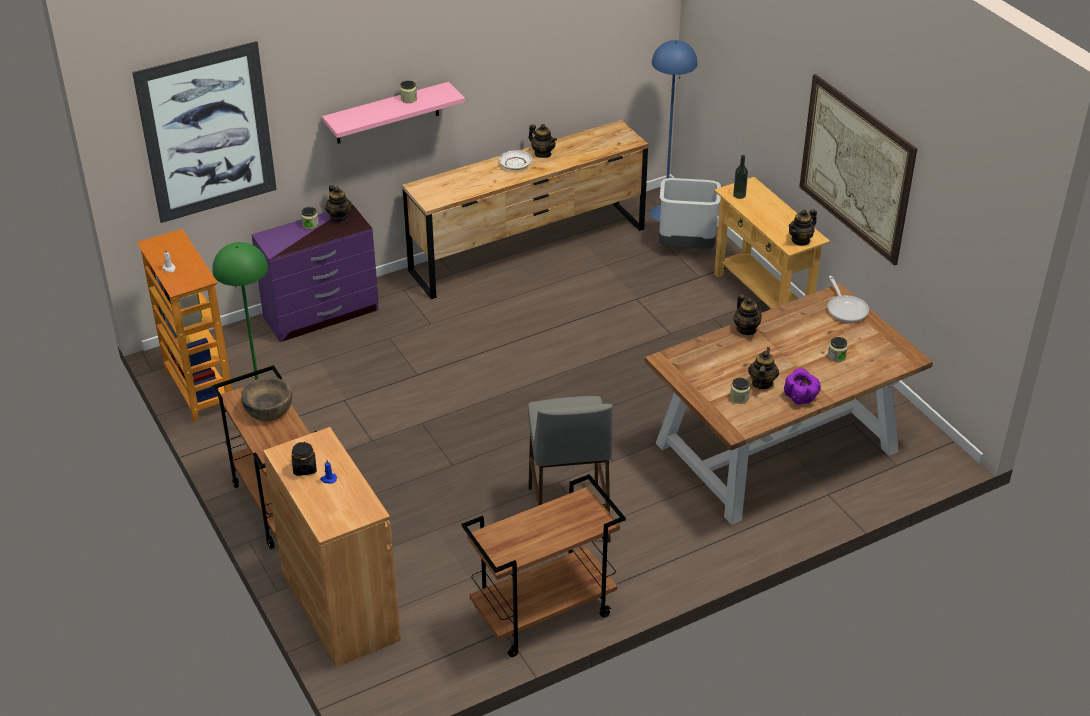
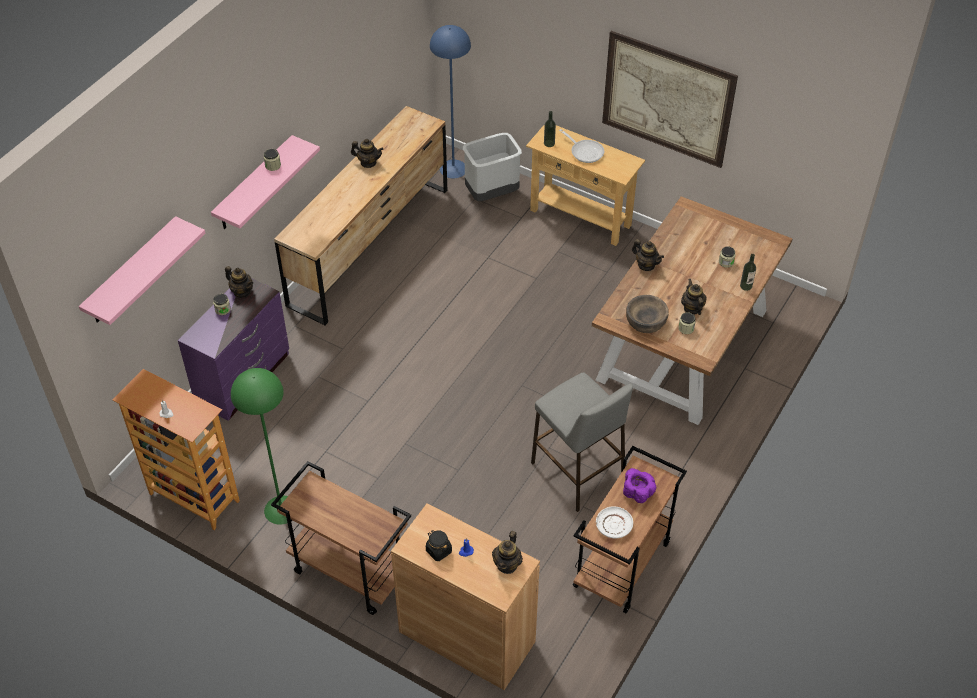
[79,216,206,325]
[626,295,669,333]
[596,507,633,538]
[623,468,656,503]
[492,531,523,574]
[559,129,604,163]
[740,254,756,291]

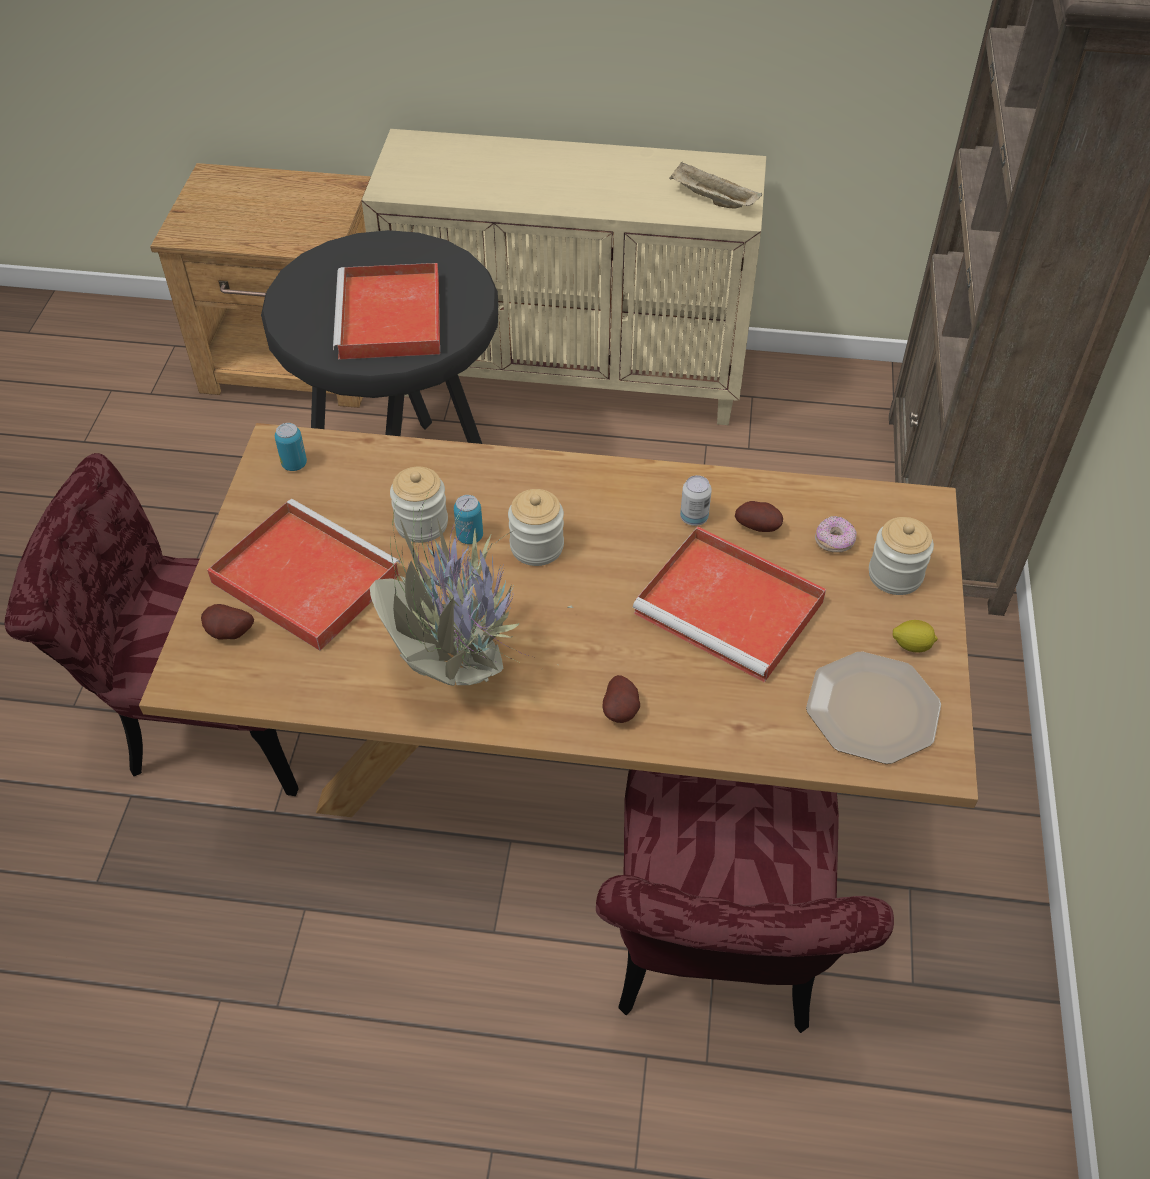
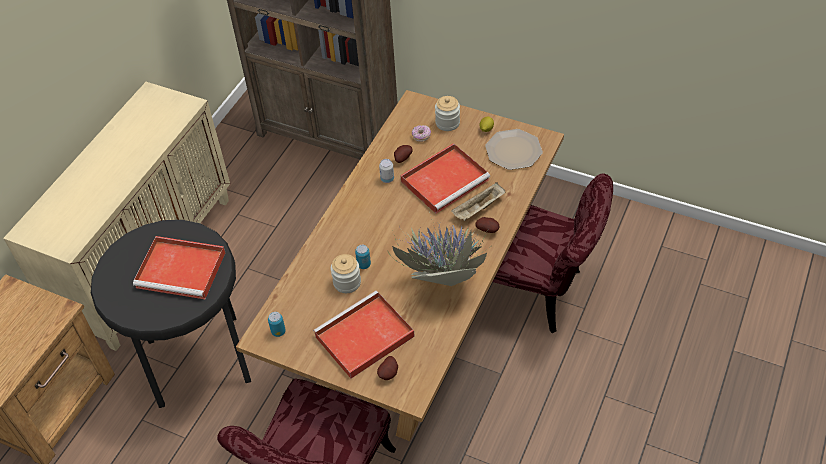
[508,489,564,566] (first image)
[451,183,505,221]

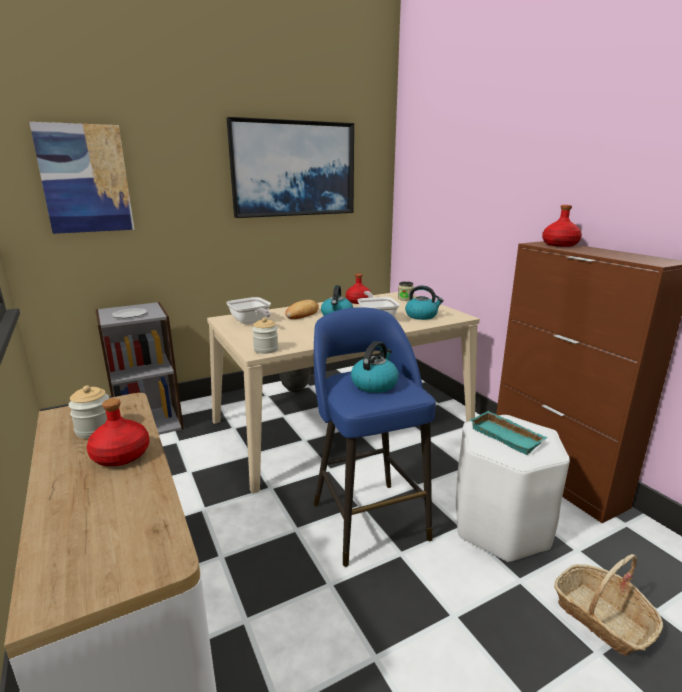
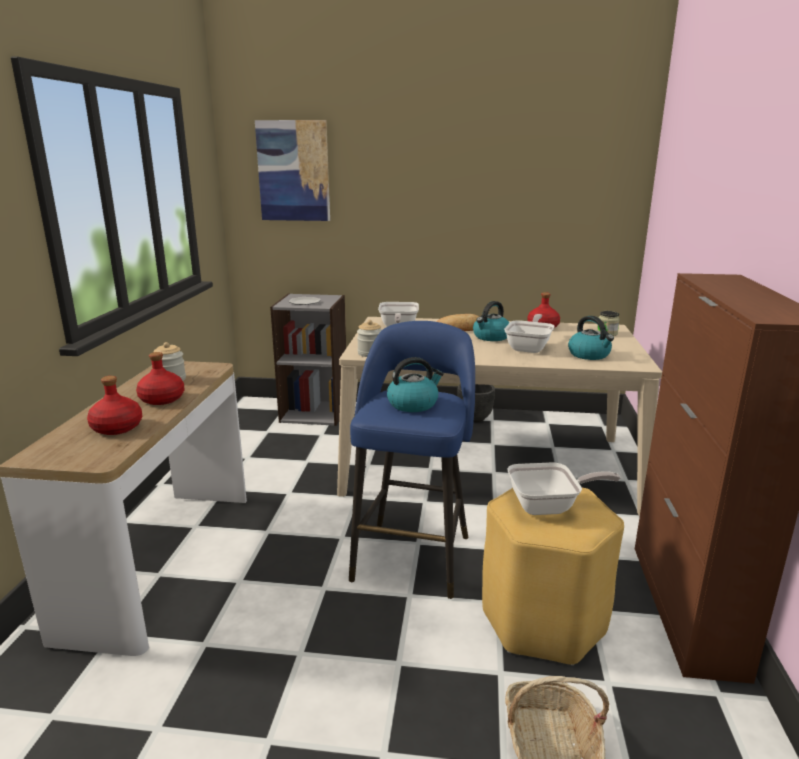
[227,117,354,218] (first image)
[482,488,624,666]
[507,462,621,515]
[87,376,142,435]

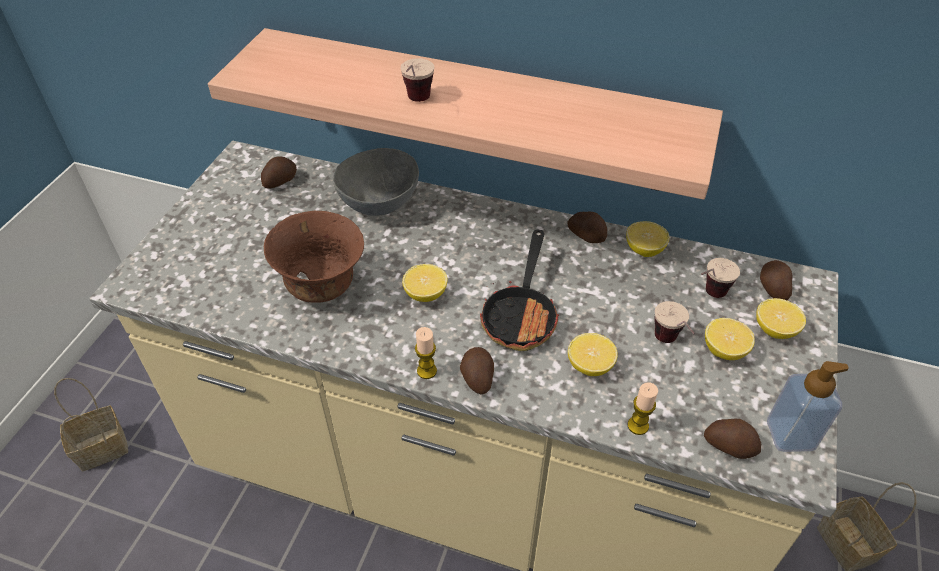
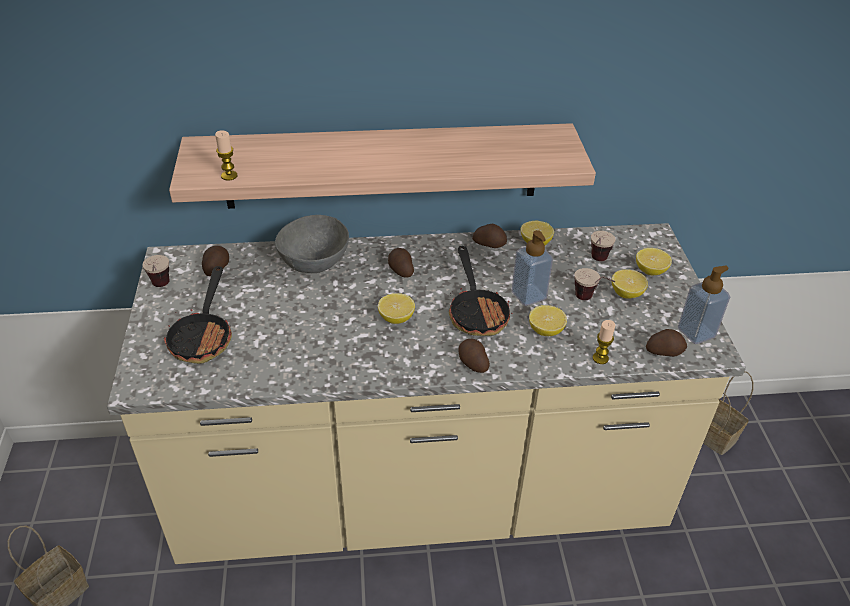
[264,211,364,303] (first image)
[142,255,169,287]
[215,130,237,181]
[388,248,414,278]
[164,266,232,364]
[512,230,553,306]

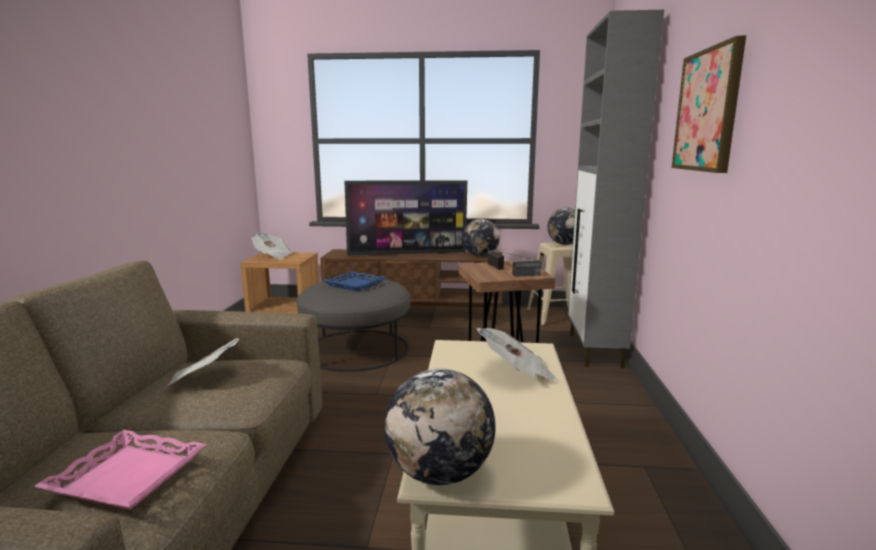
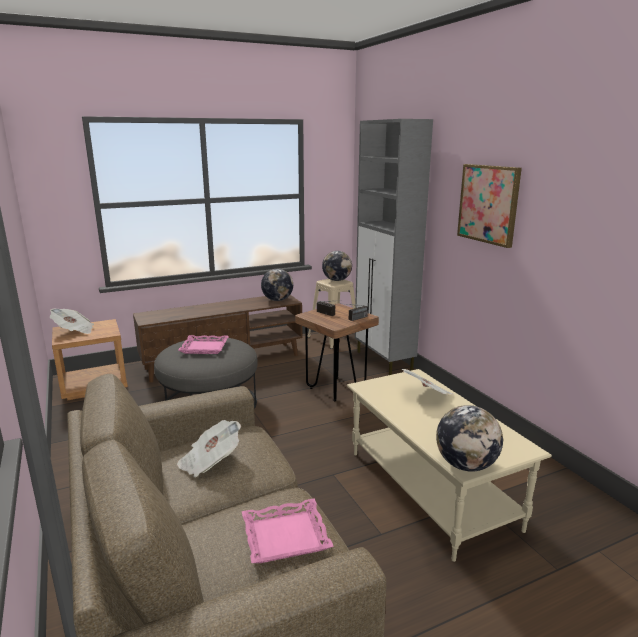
[178,335,229,354]
[344,180,467,256] (first image)

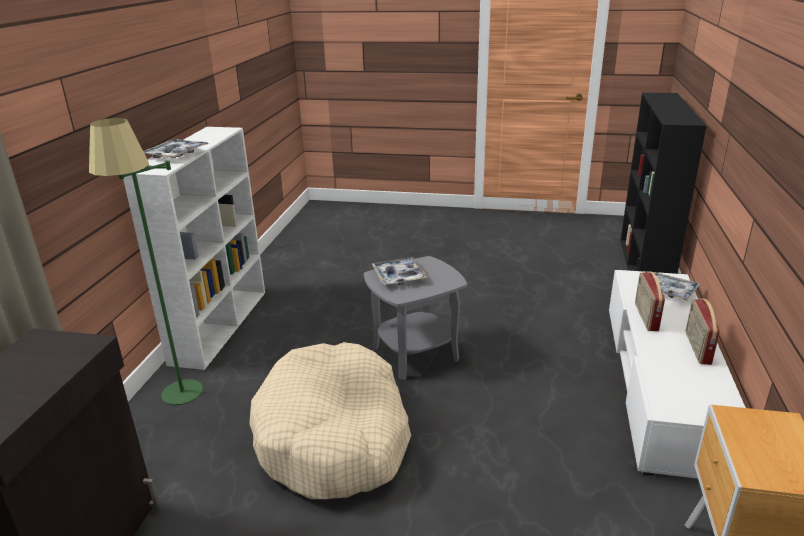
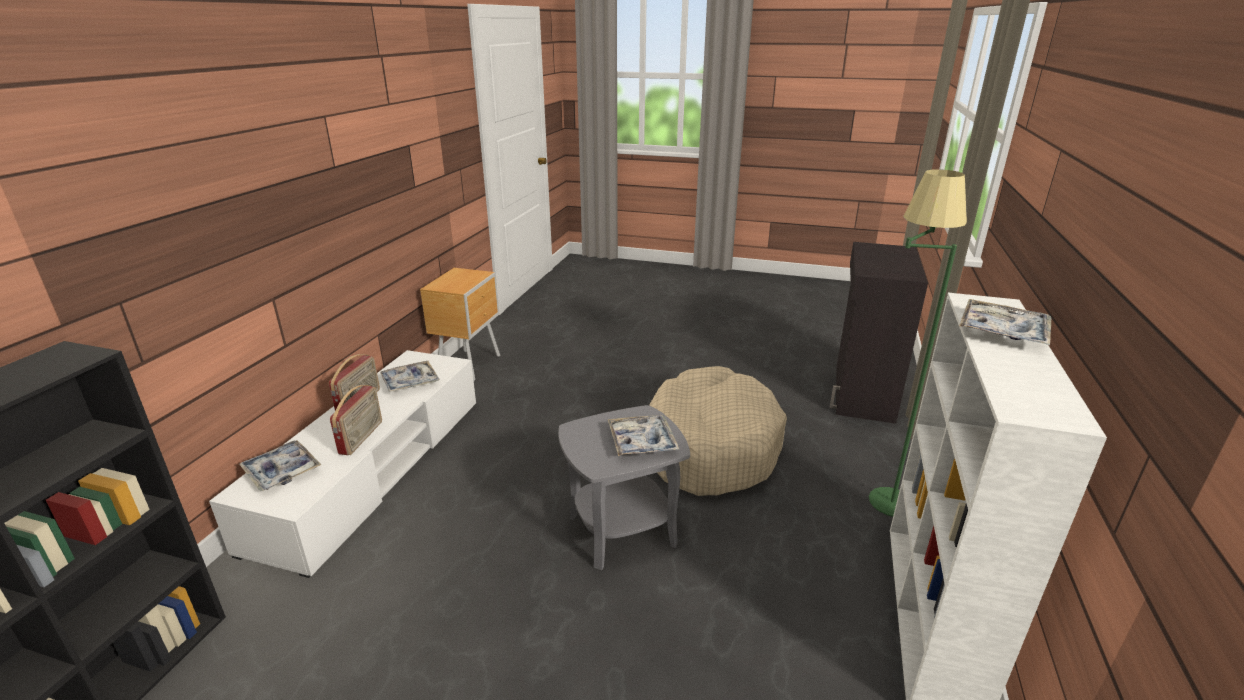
[380,361,440,392]

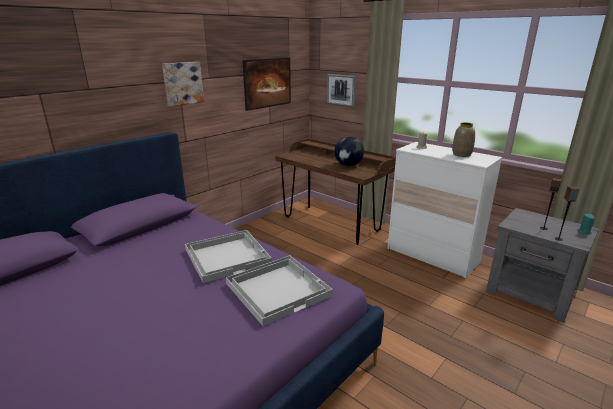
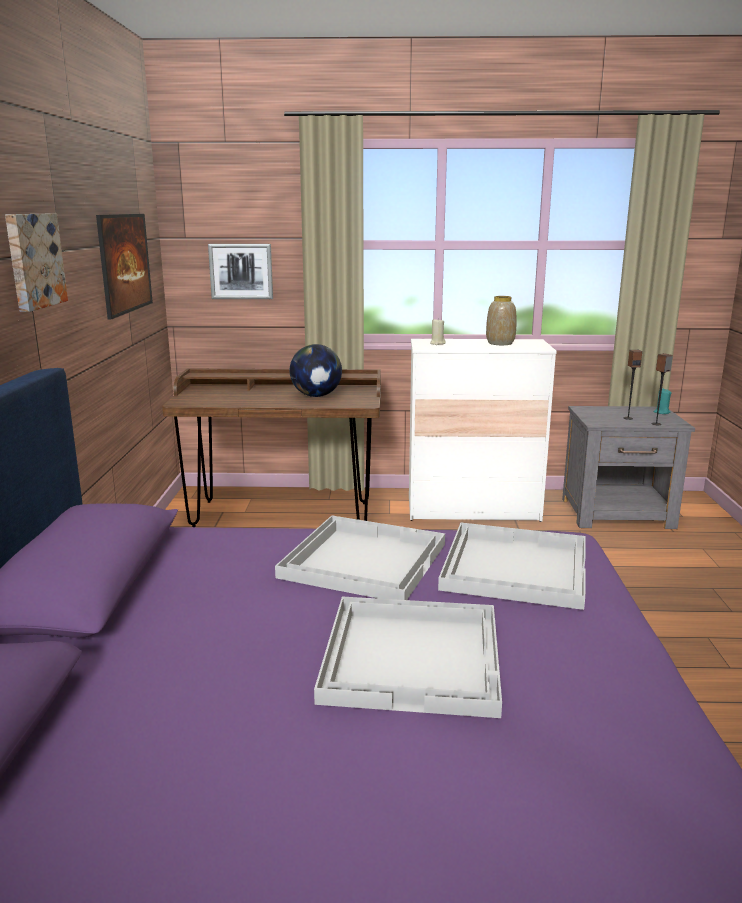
[314,597,502,718]

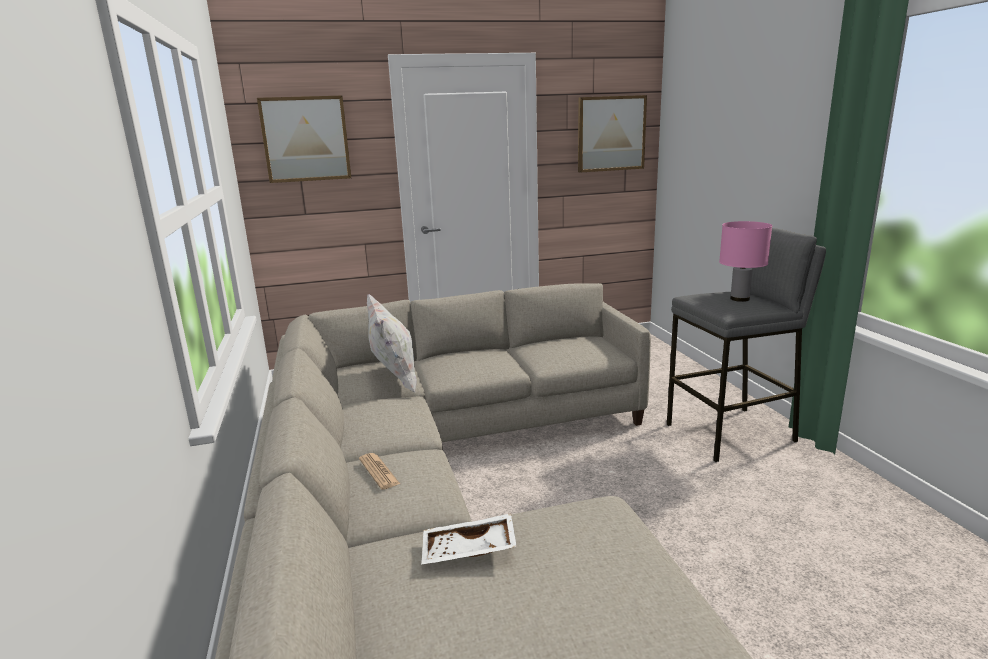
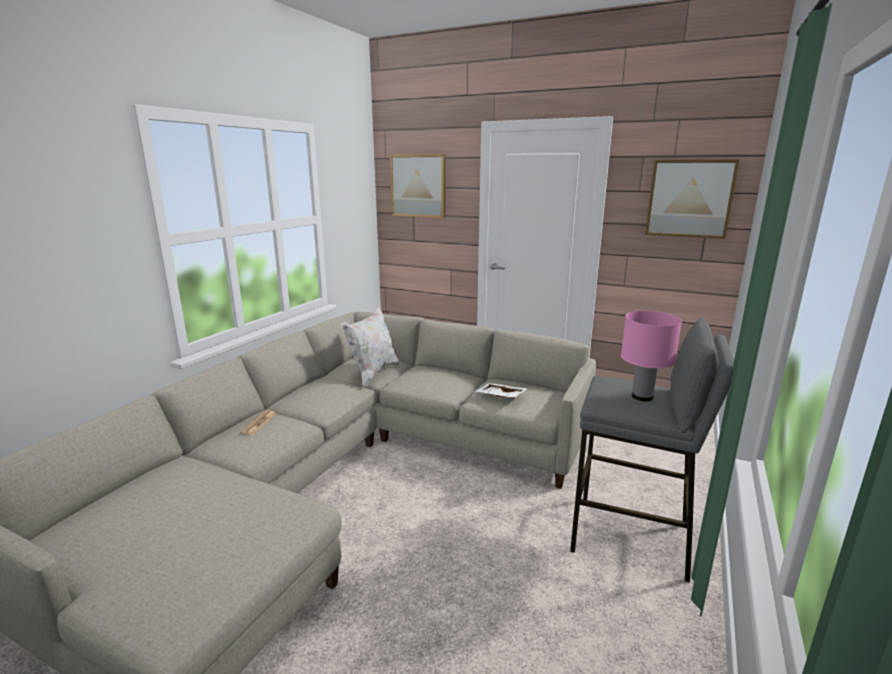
[476,383,527,398]

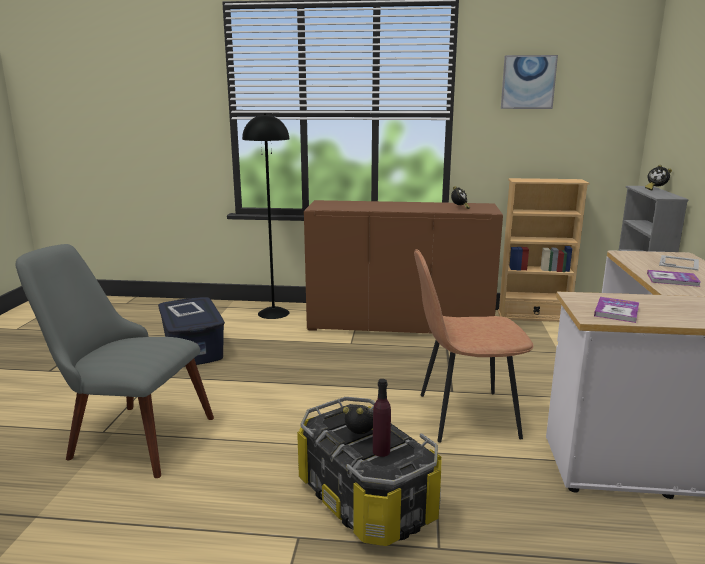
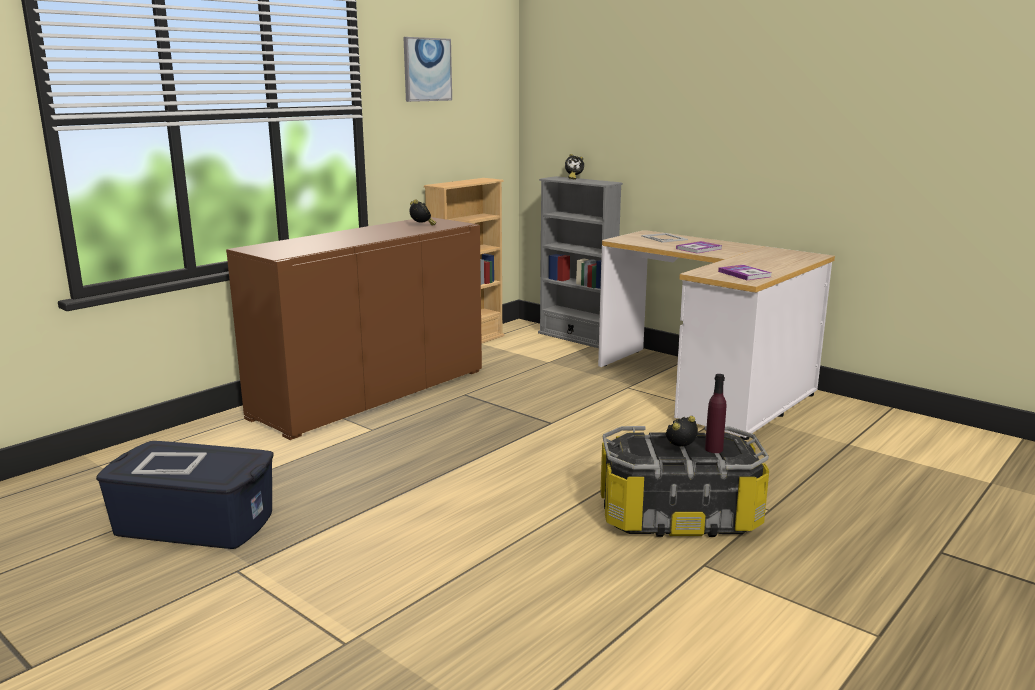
[15,244,214,478] (first image)
[242,113,289,319] (first image)
[414,249,533,443] (first image)

